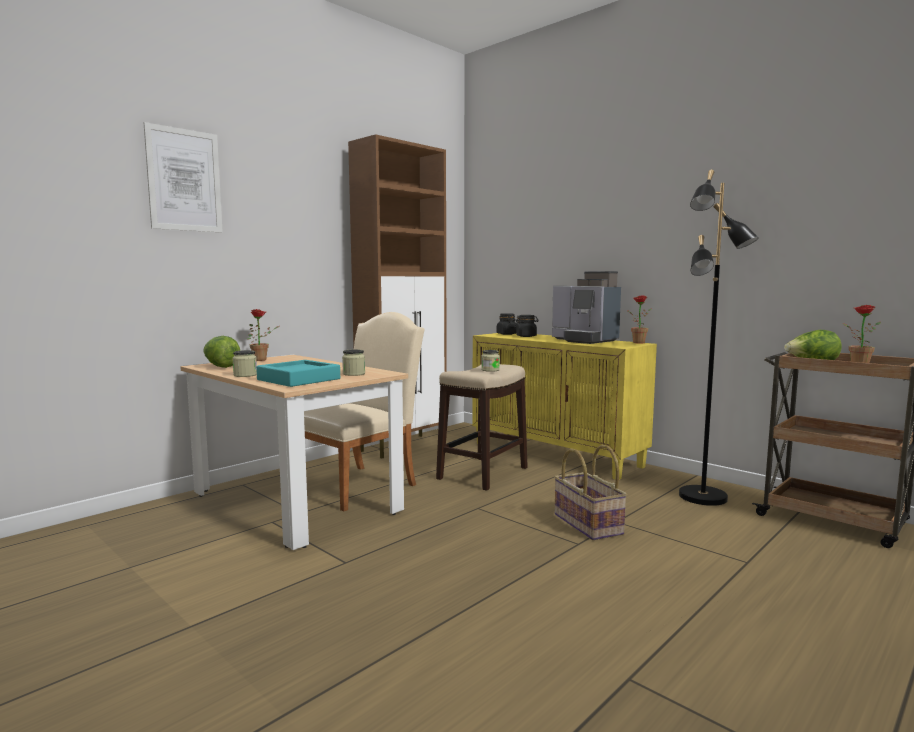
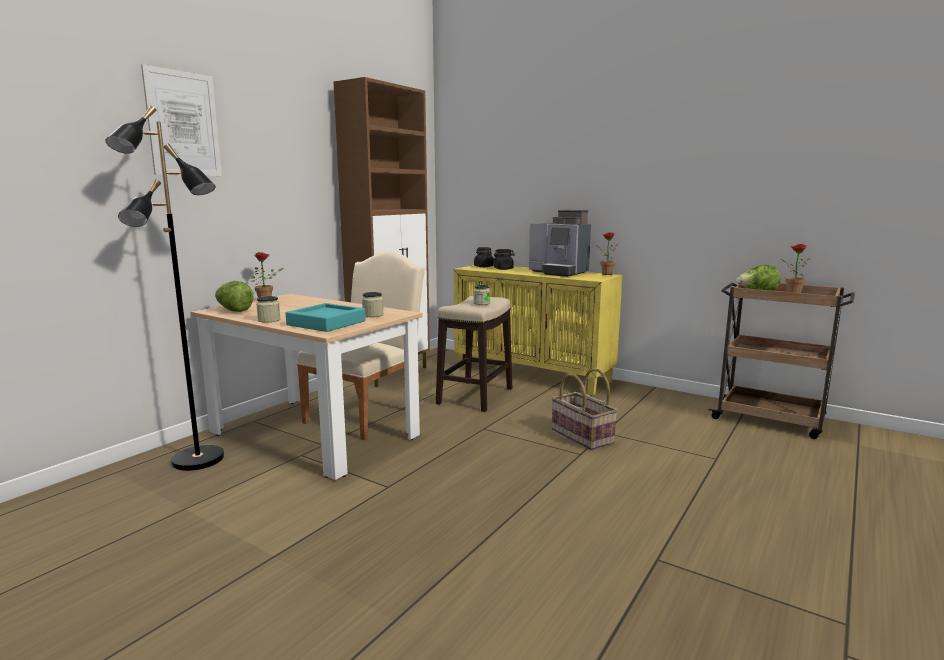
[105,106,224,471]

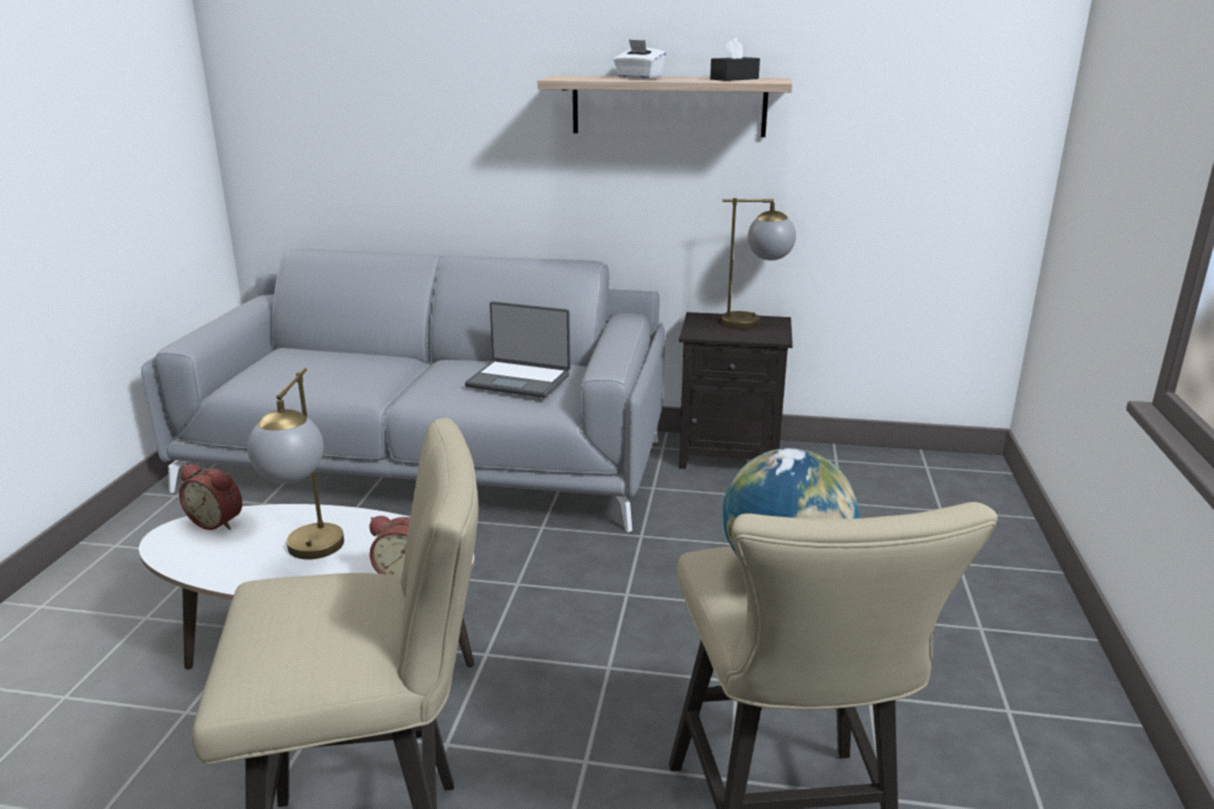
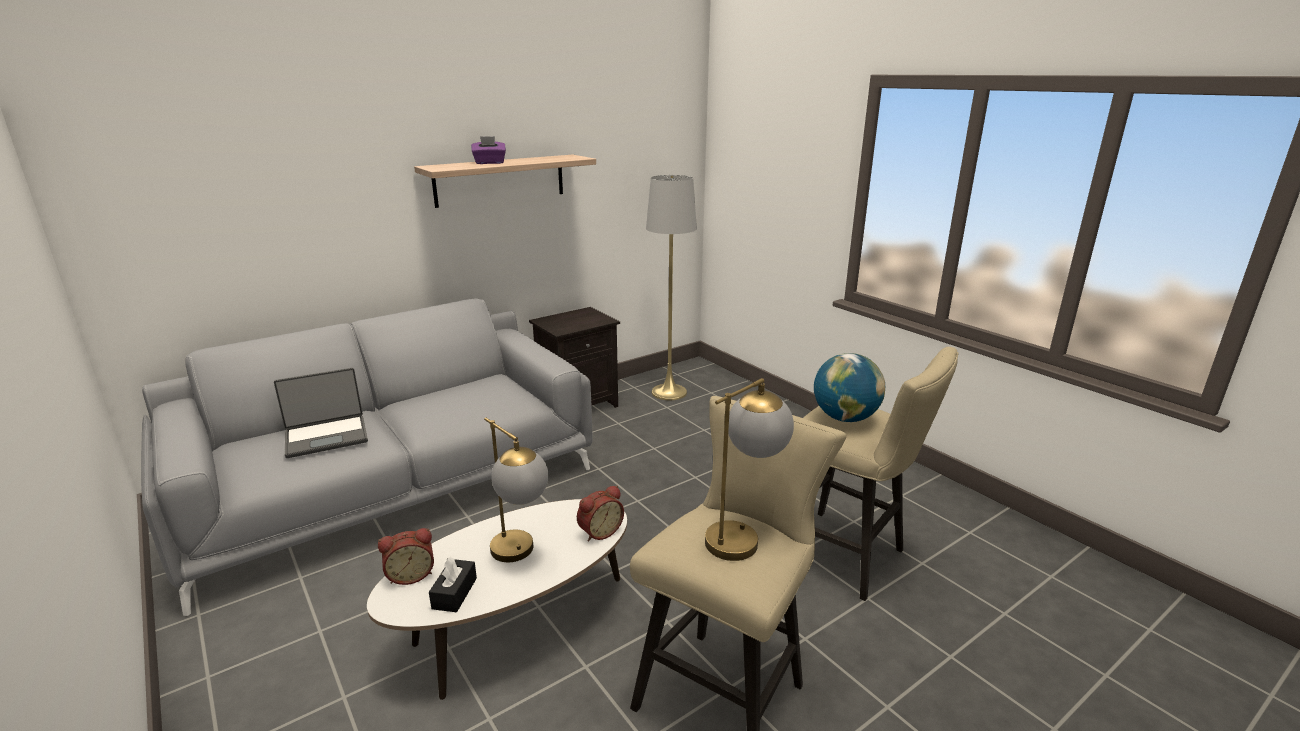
[274,368,368,458]
[471,136,506,164]
[429,557,477,612]
[705,378,794,561]
[646,175,697,400]

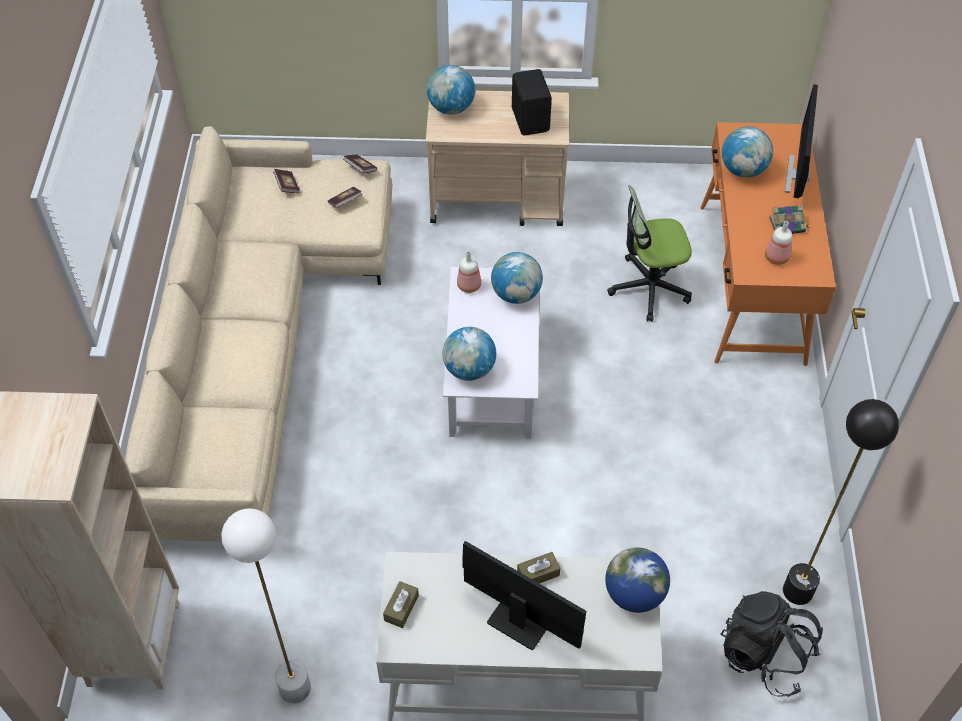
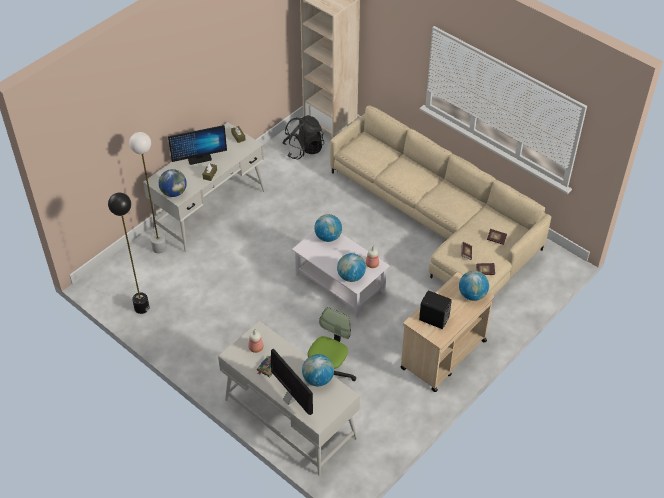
[129,132,167,253]
[218,321,360,476]
[283,115,324,159]

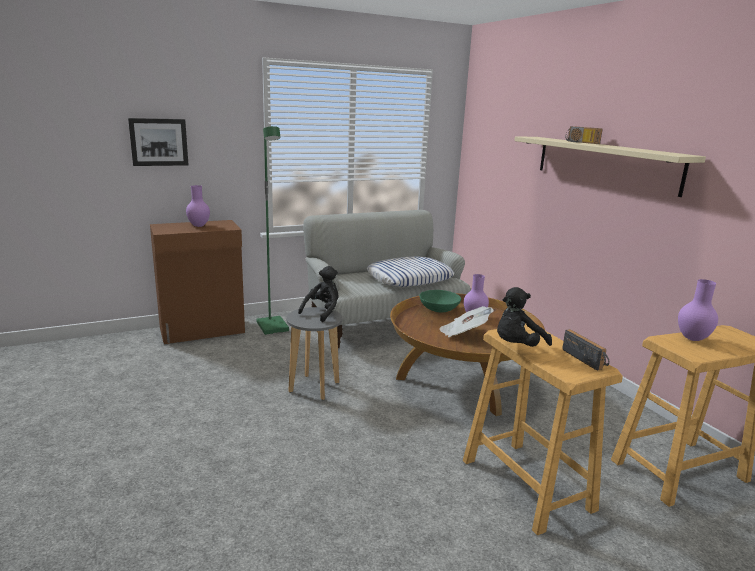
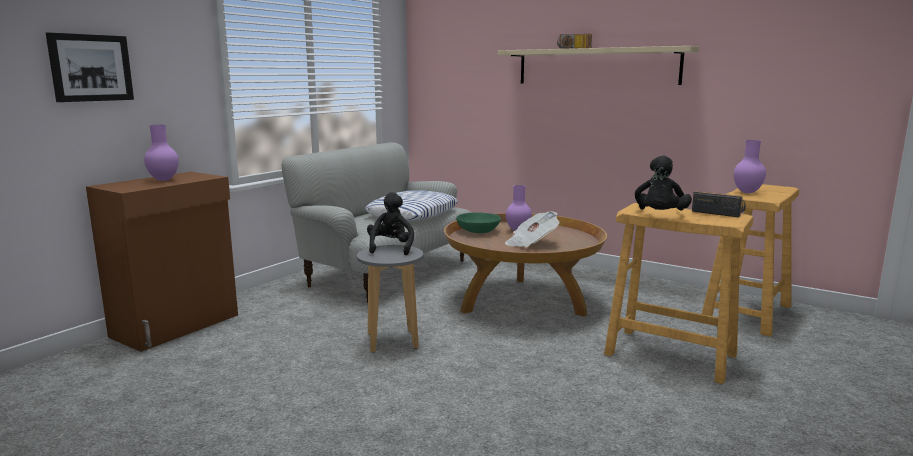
[256,126,289,335] (first image)

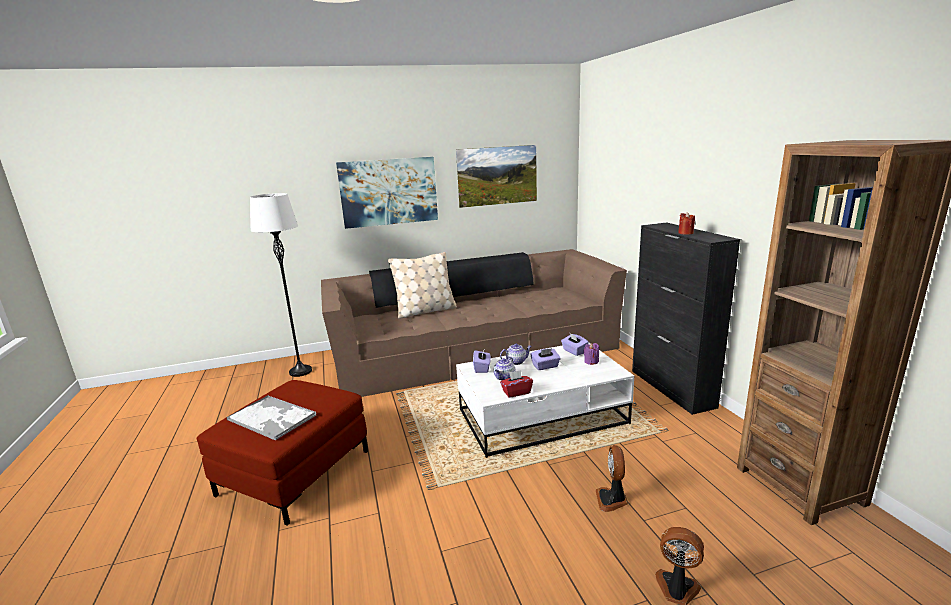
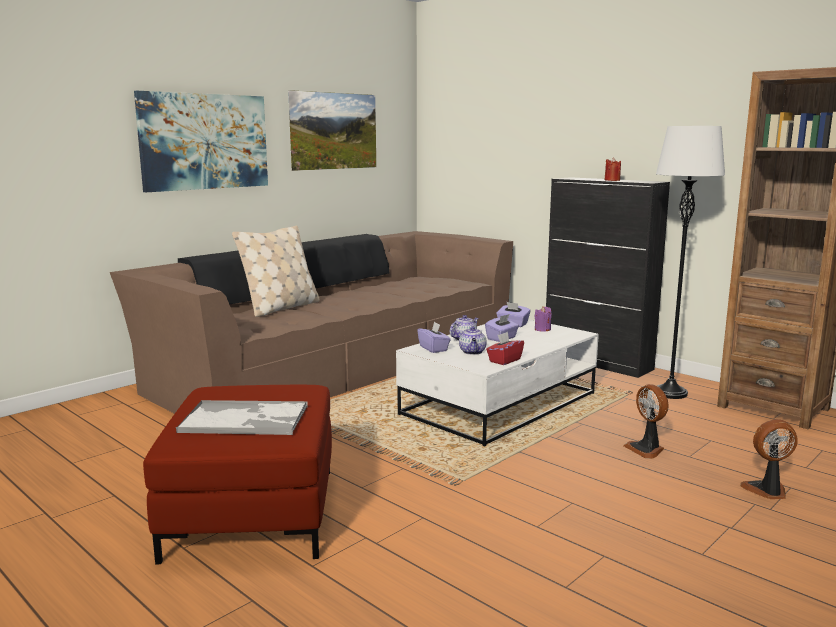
[656,126,725,399]

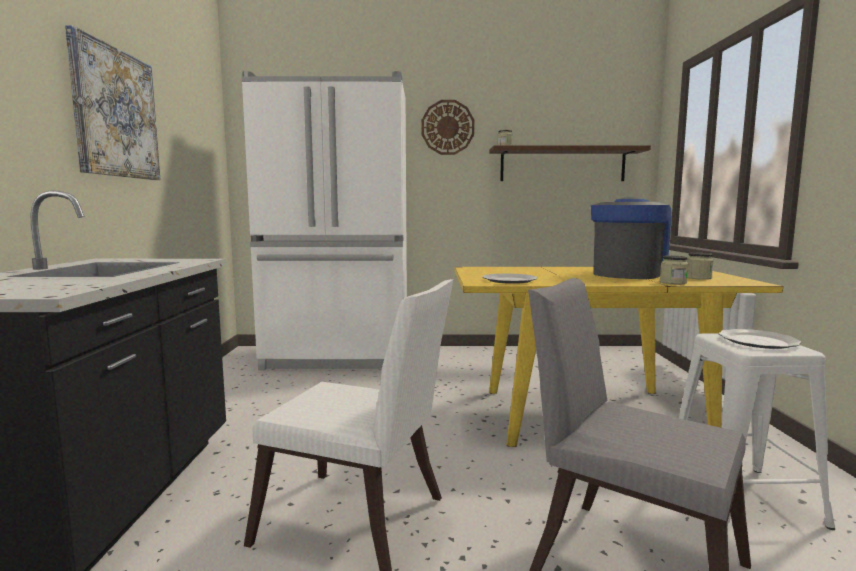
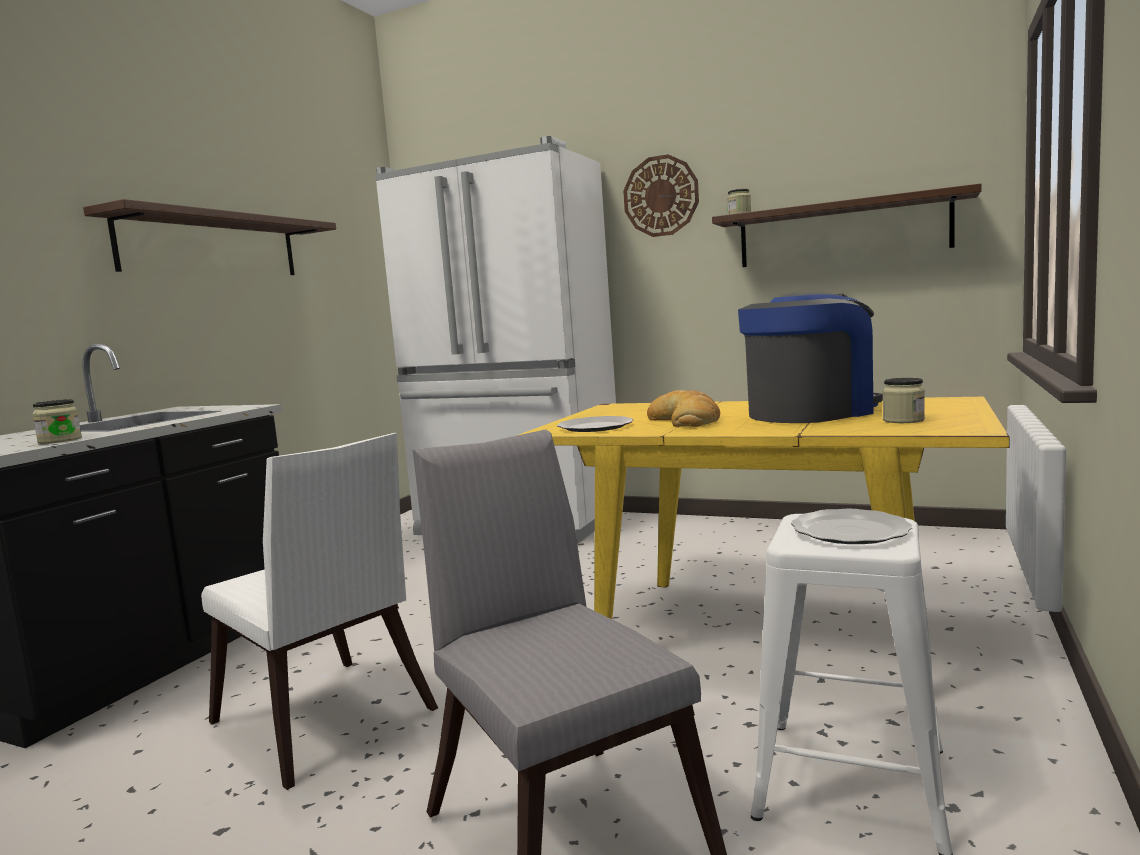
[83,199,336,275]
[32,399,82,444]
[647,390,720,427]

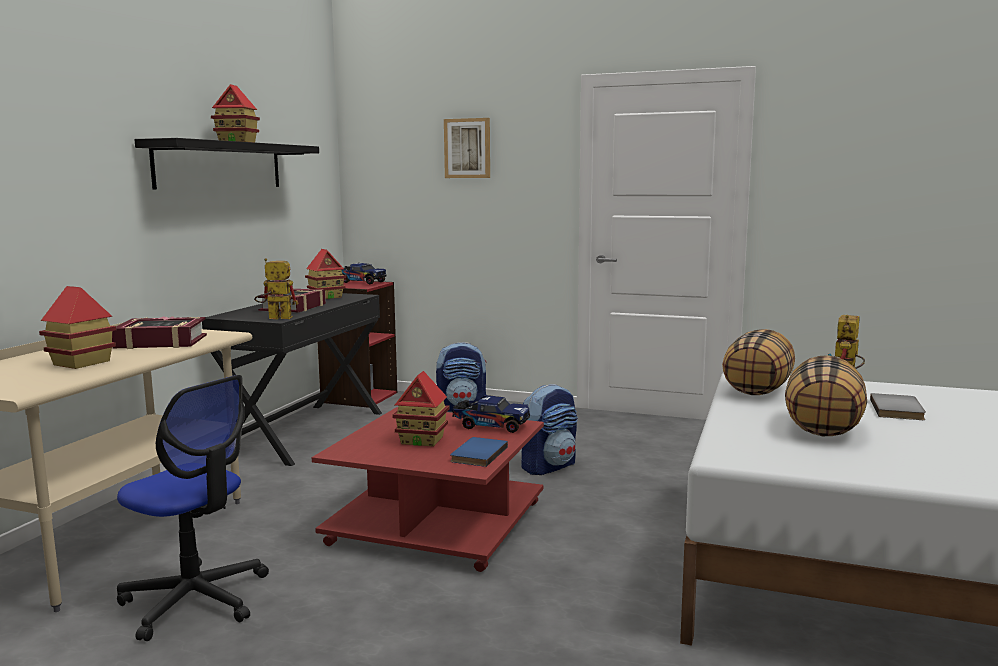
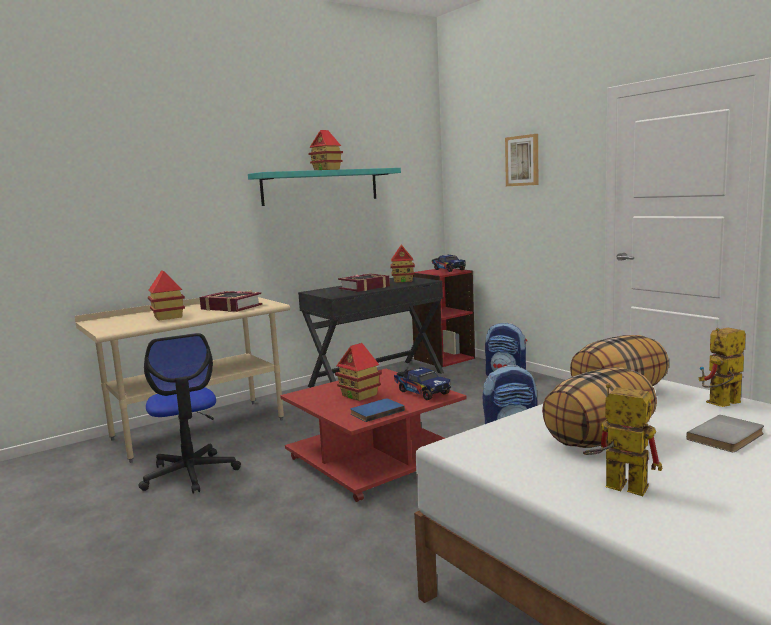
[248,168,401,206]
[583,383,662,496]

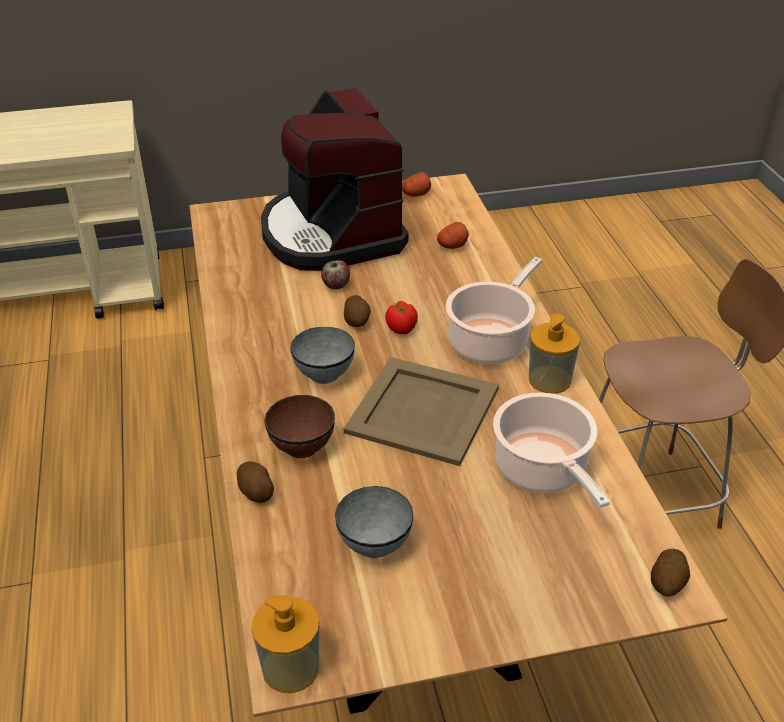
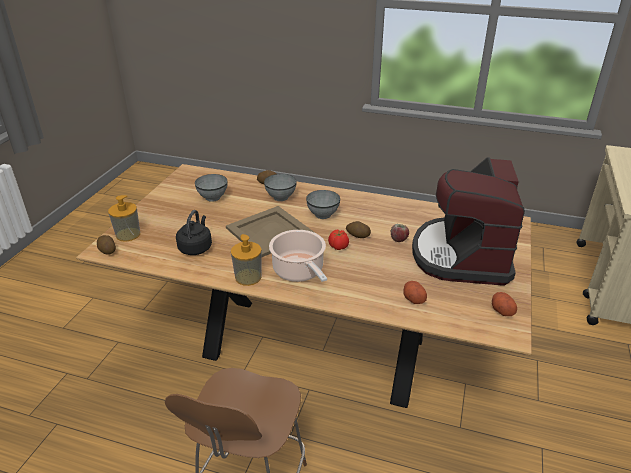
[108,195,140,242]
[412,157,525,286]
[264,174,297,201]
[176,210,212,255]

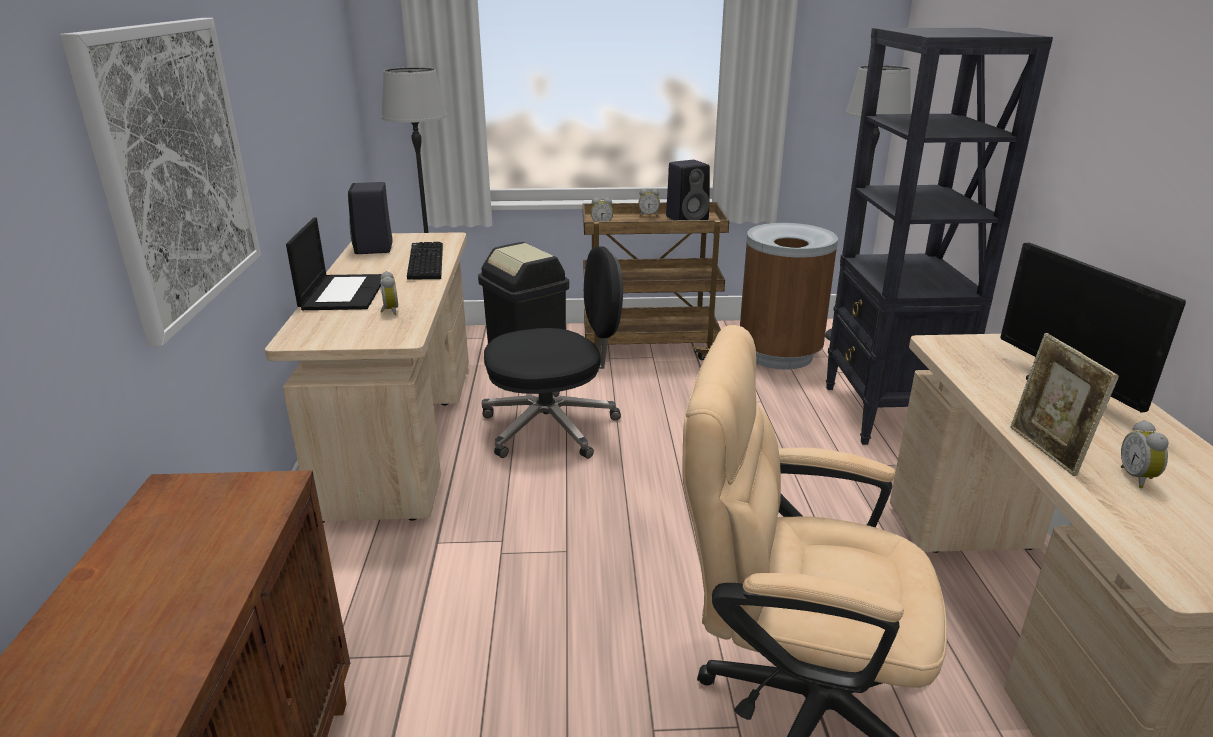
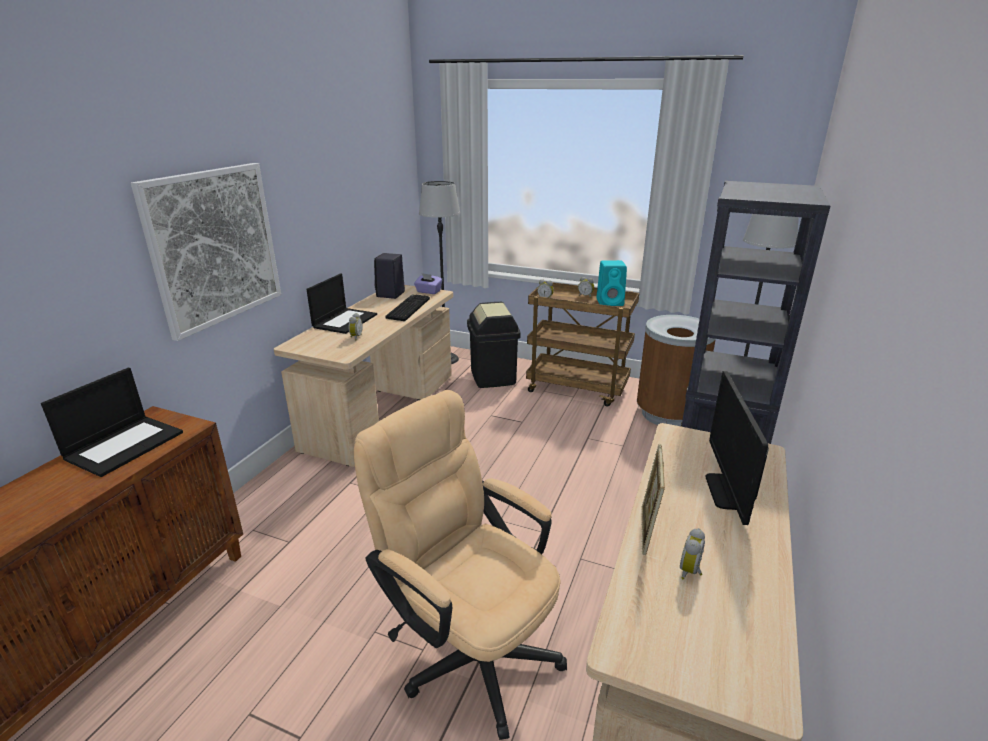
[482,246,623,459] (first image)
[596,260,627,306]
[41,368,183,477]
[414,273,442,294]

